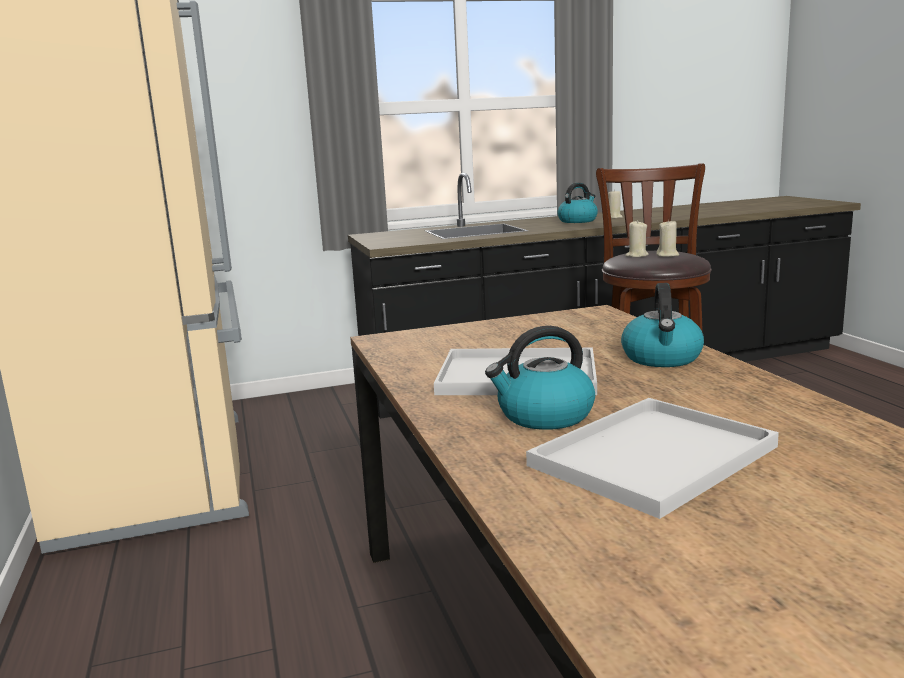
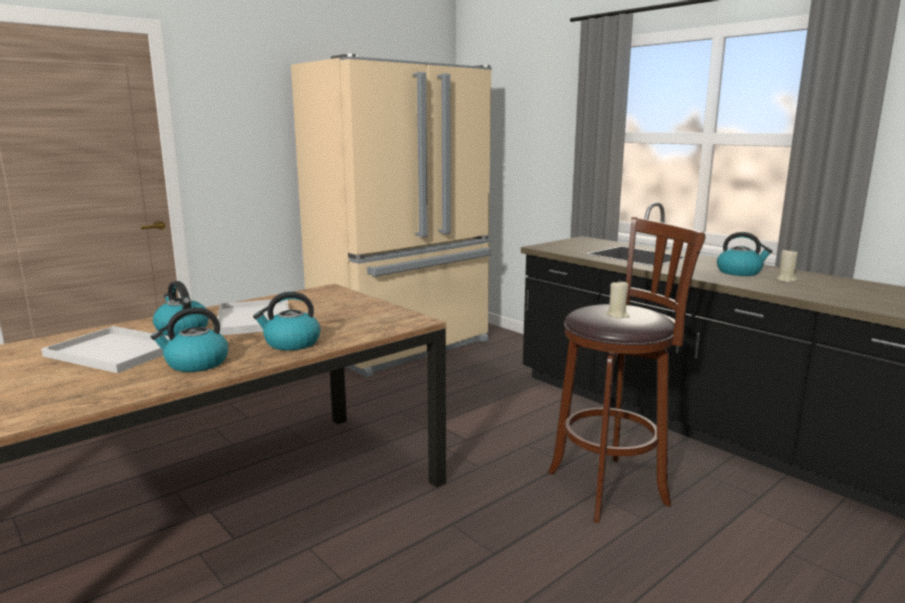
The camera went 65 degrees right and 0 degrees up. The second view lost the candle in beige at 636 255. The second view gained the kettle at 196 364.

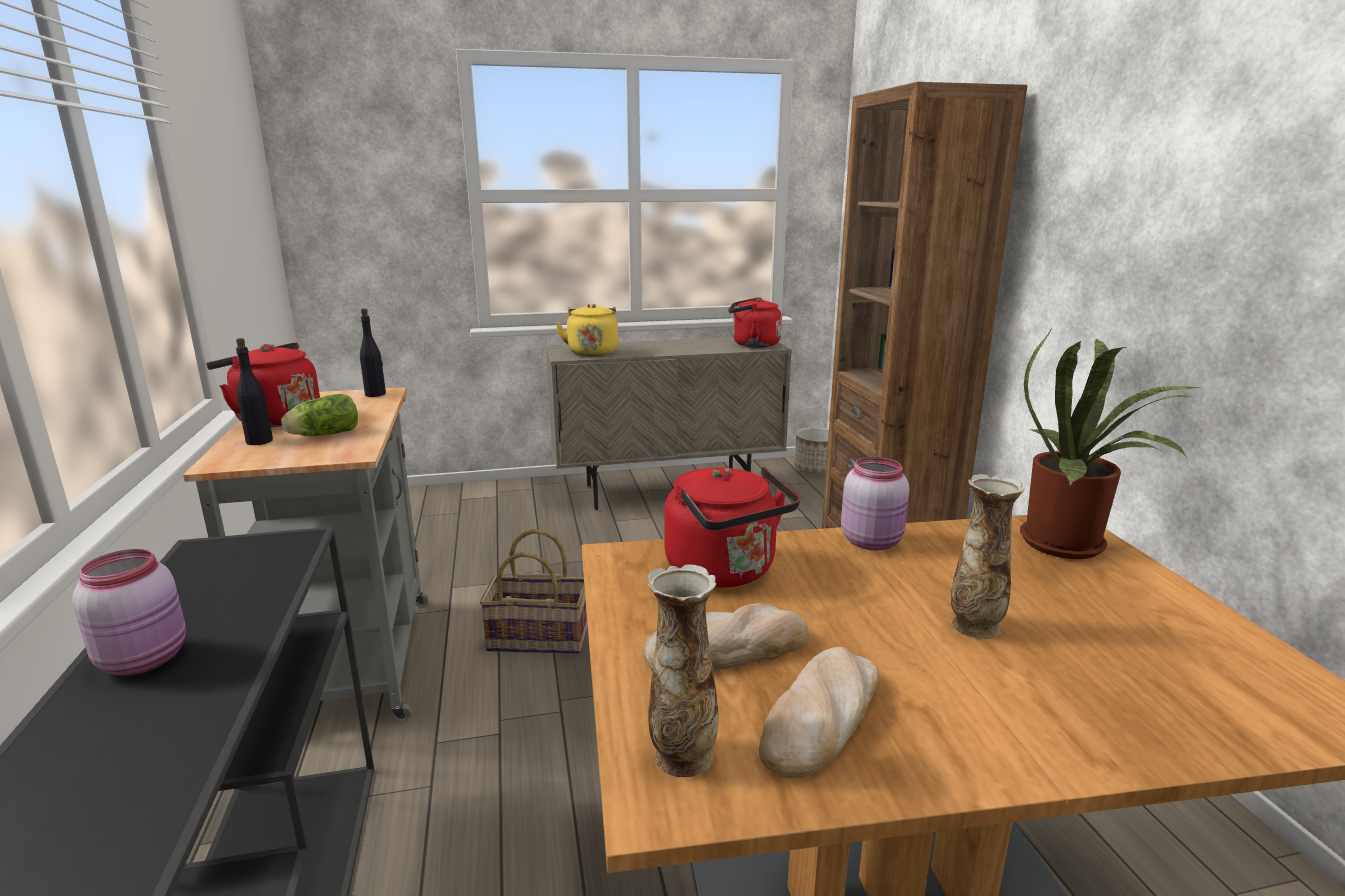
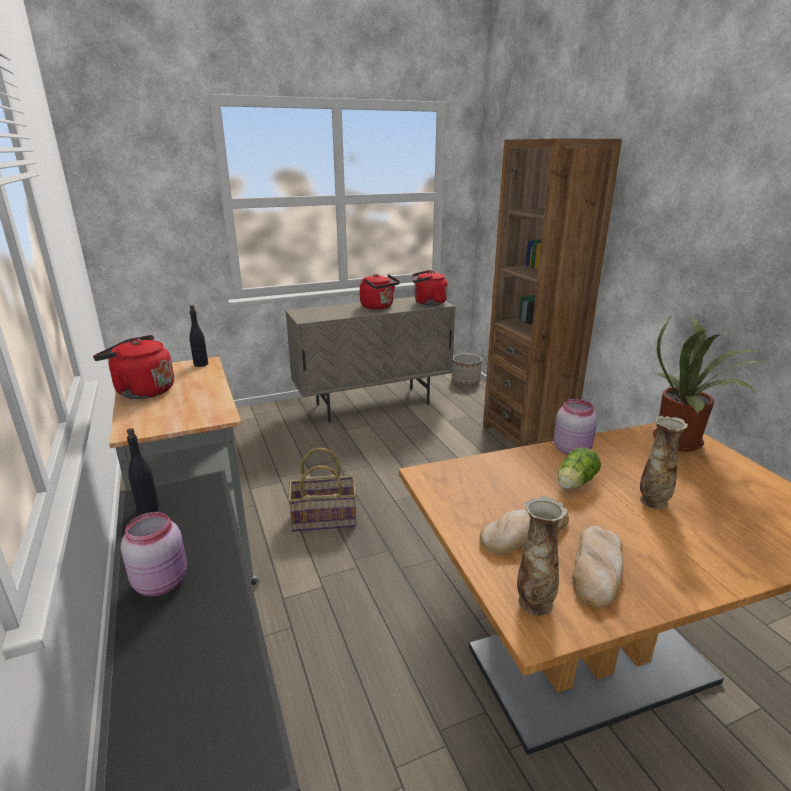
The camera went 10 degrees left and 5 degrees up. The second view lost the kettle in yellow at 592 352. The bottle in black ended up elsewhere, having gone from 259 441 to 148 508. The lettuce ended up elsewhere, having gone from 322 435 to 574 483. The kettle in red ended up elsewhere, having gone from 725 572 to 378 307.

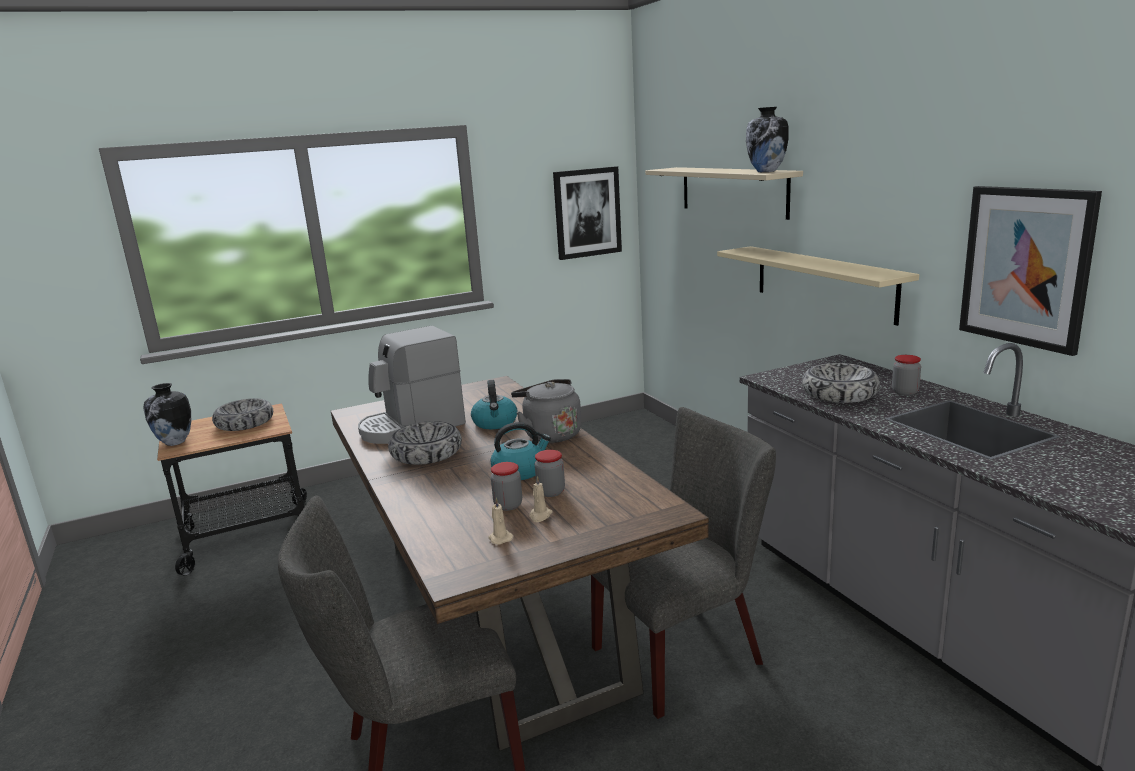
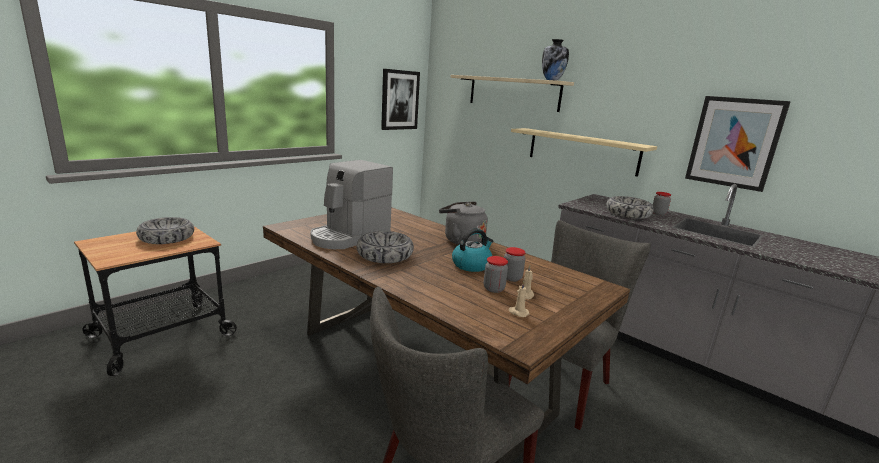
The camera went 25 degrees left and 0 degrees up. The second view lost the kettle at 495 423. The second view lost the vase at 175 442.

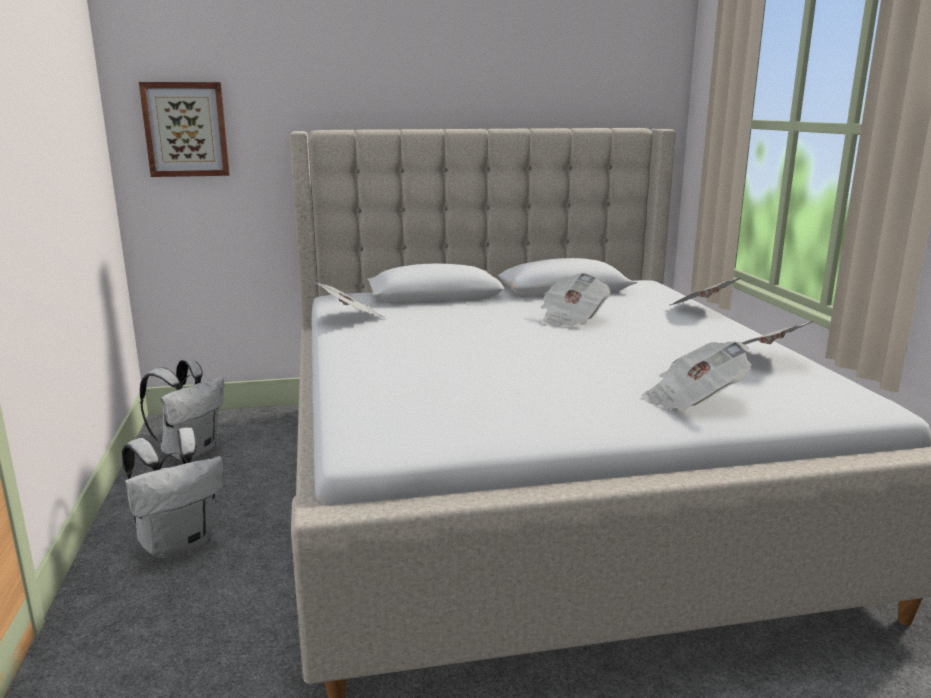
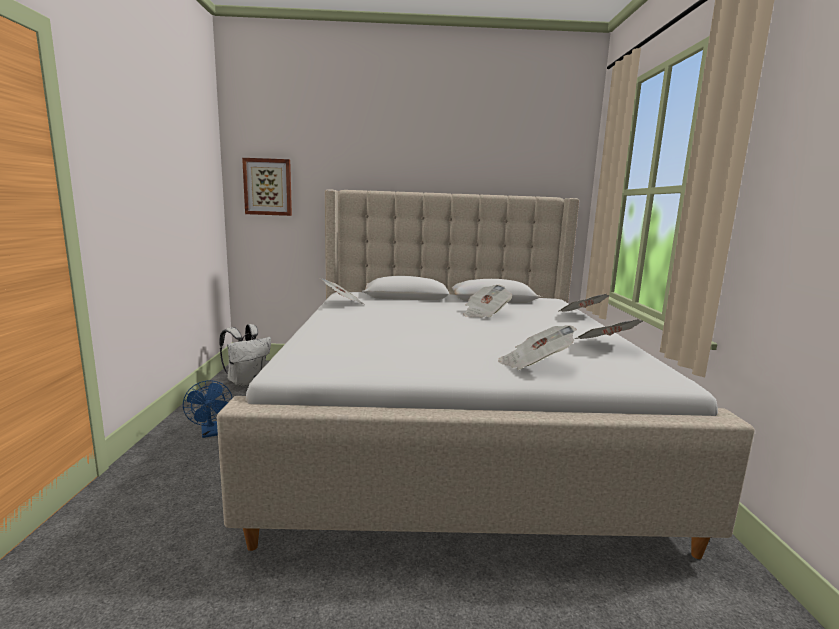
The camera went 10 degrees right and 5 degrees down. Where the backpack in white stood at 179 543, the fan in blue came to stand at 210 433.

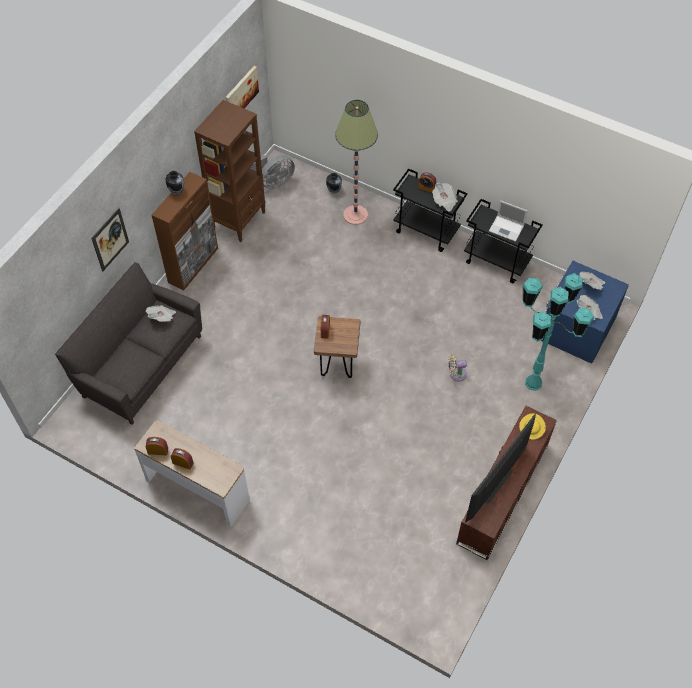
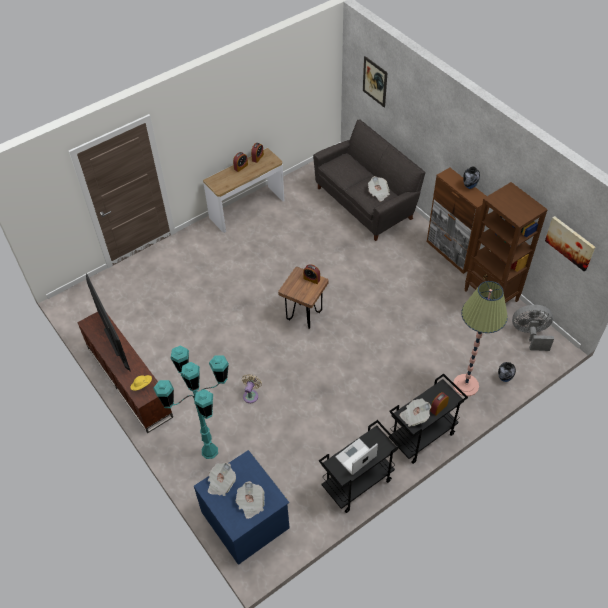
The camera went 115 degrees right and 5 degrees down. The fan in grey at 274 183 ended up facing another way, 105 degrees clockwise from before. The picture ended up elsewhere, having gone from 110 239 to 375 81.

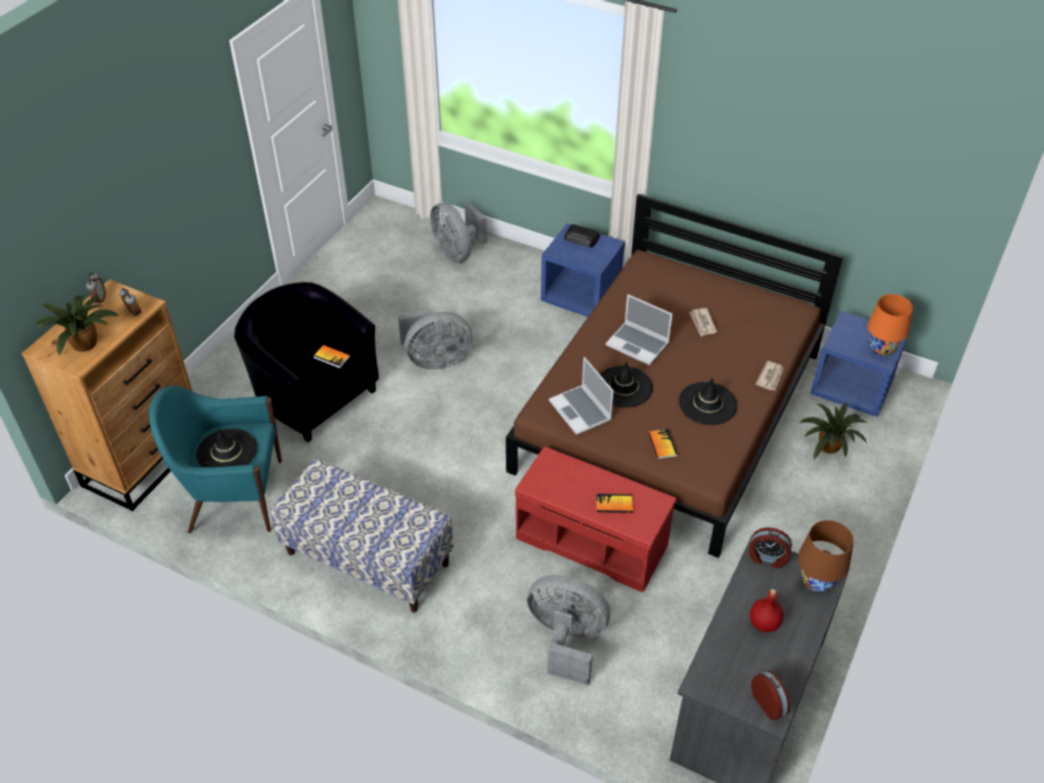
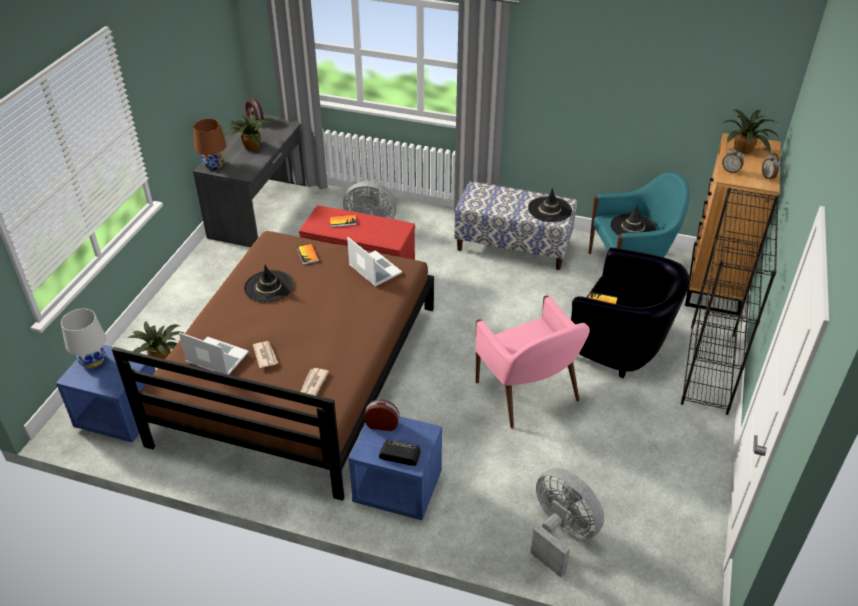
The camera went 170 degrees right and 5 degrees down. The laptop ended up elsewhere, having gone from 638 344 to 216 358. What was the table lamp in orange at 881 349 turned into the table lamp in white at 93 361. Where the fan in grey stood at 435 360, the armchair in pink came to stand at 528 393. The hat in black ended up elsewhere, having gone from 623 387 to 550 209. The newspaper ended up elsewhere, having gone from 770 377 to 313 384. The alarm clock ended up elsewhere, having gone from 767 558 to 382 424. Where the bottle in red stood at 764 623, the potted plant came to stand at 250 146. The second view gained the bookcase in black at 709 369.

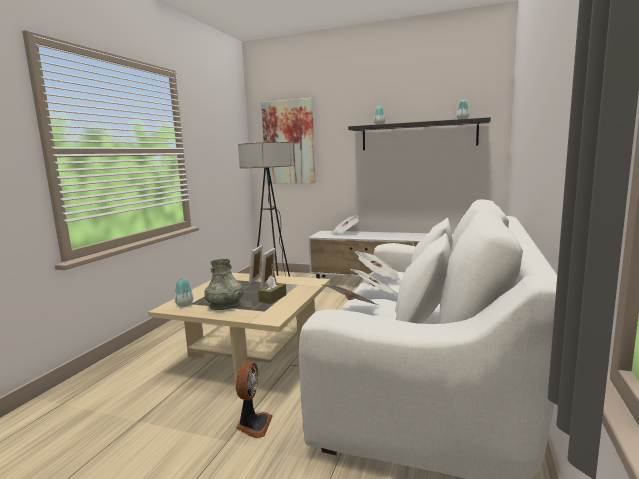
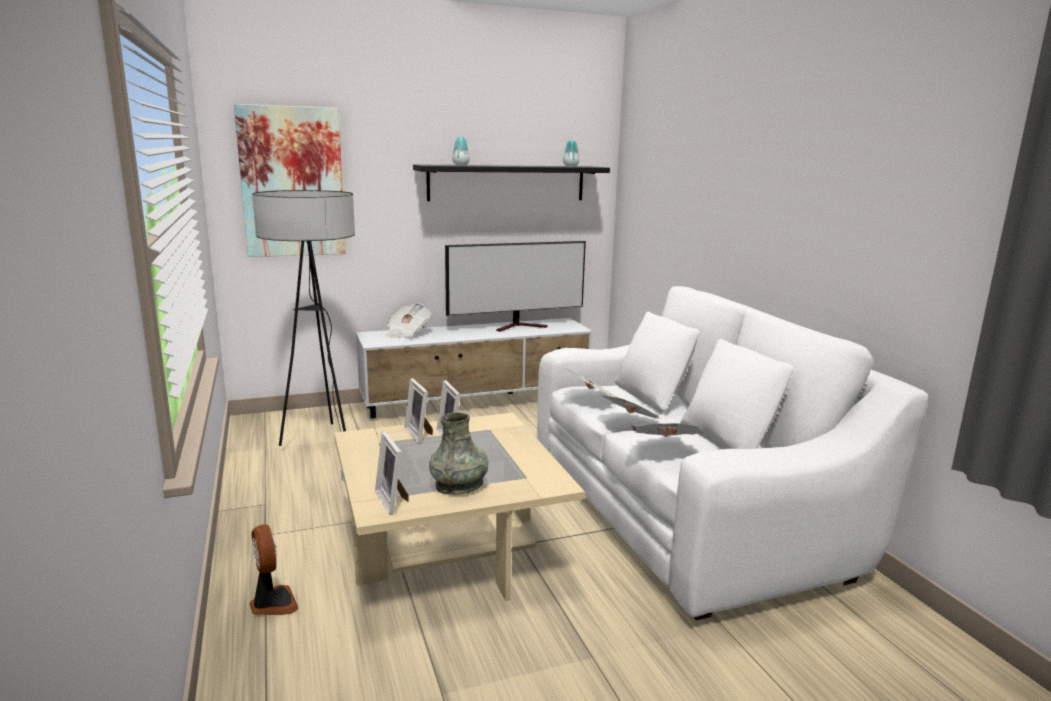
The camera went 40 degrees left and 5 degrees up. The second view lost the tissue box in brown at 273 298. Where the vase stood at 184 305, the picture frame came to stand at 393 500. The fan ended up elsewhere, having gone from 253 425 to 272 603. The second view gained the television at 520 326.

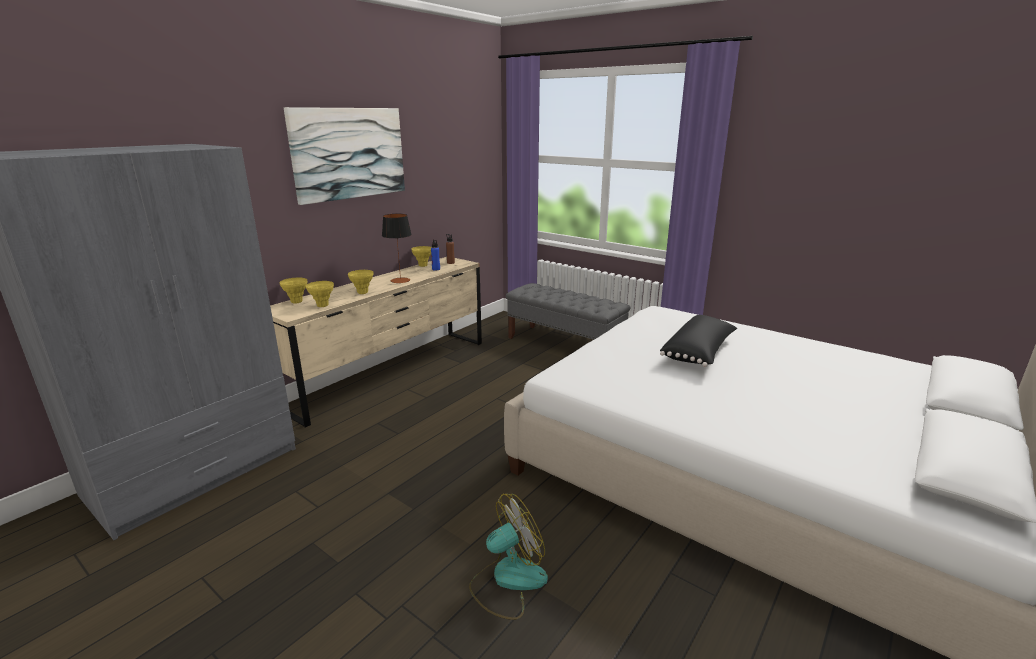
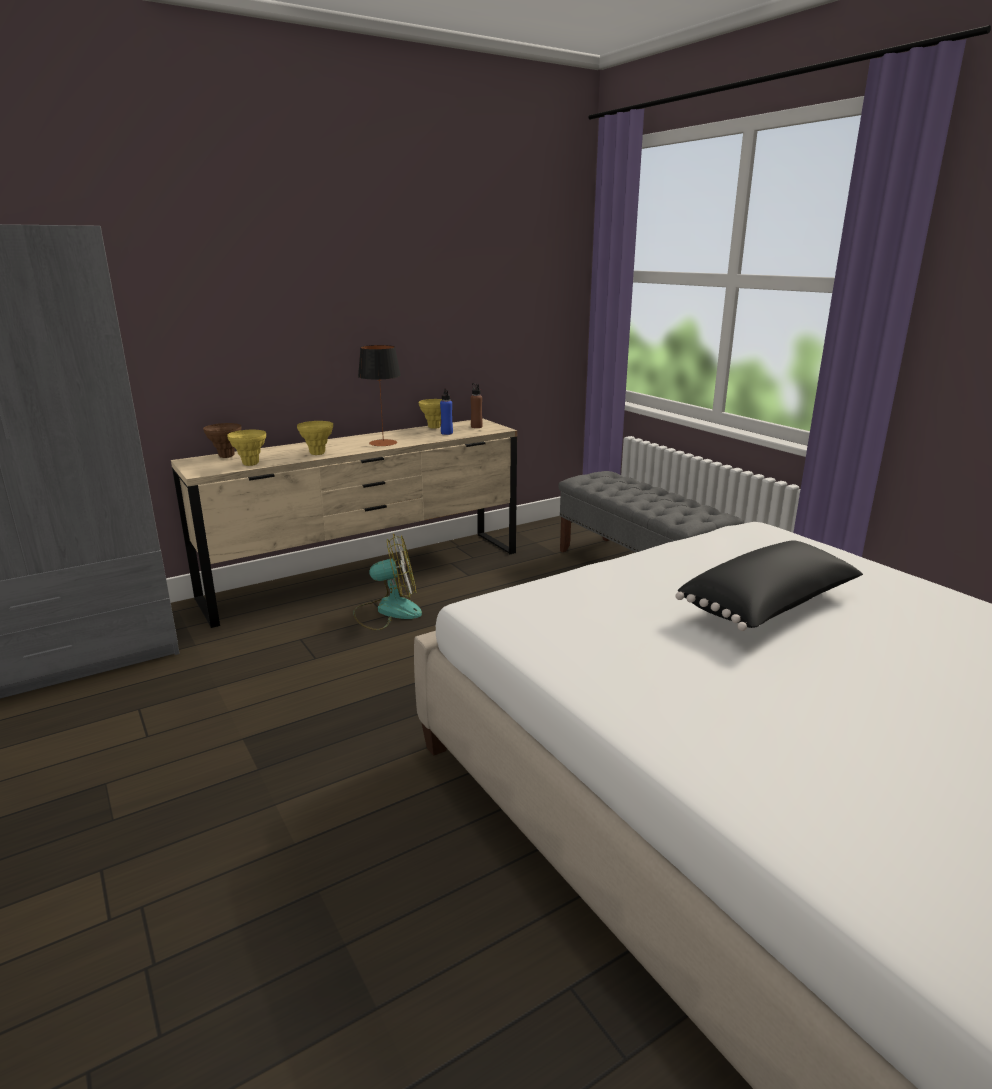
The camera went 20 degrees right and 0 degrees up. The second view lost the picture at 349 153. What was the vase in yellow at 296 302 turned into the vase in brown at 226 456. The fan ended up elsewhere, having gone from 508 580 to 388 611.

